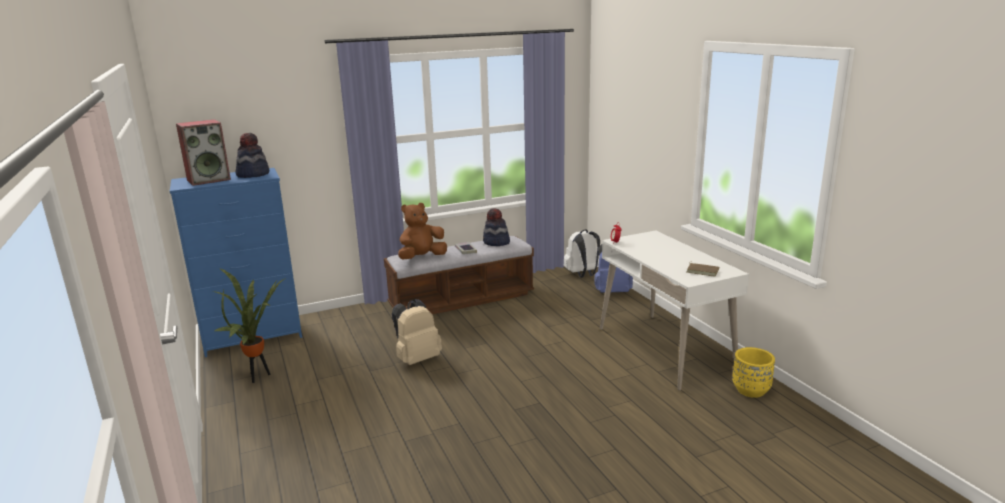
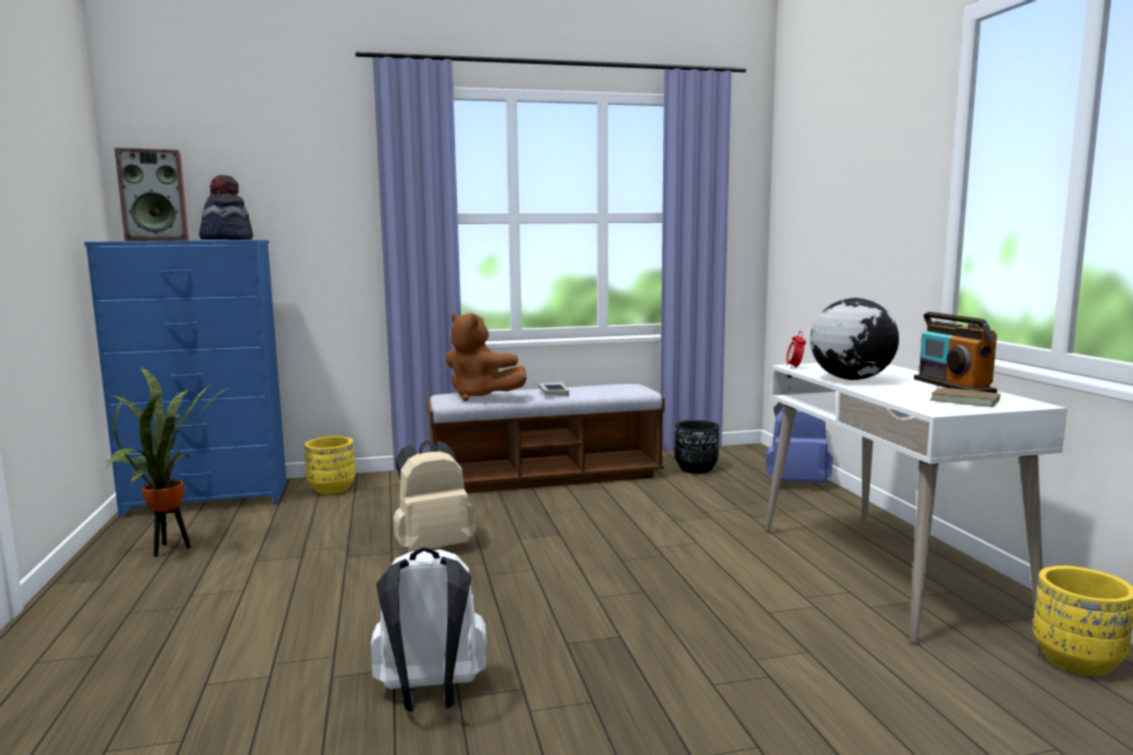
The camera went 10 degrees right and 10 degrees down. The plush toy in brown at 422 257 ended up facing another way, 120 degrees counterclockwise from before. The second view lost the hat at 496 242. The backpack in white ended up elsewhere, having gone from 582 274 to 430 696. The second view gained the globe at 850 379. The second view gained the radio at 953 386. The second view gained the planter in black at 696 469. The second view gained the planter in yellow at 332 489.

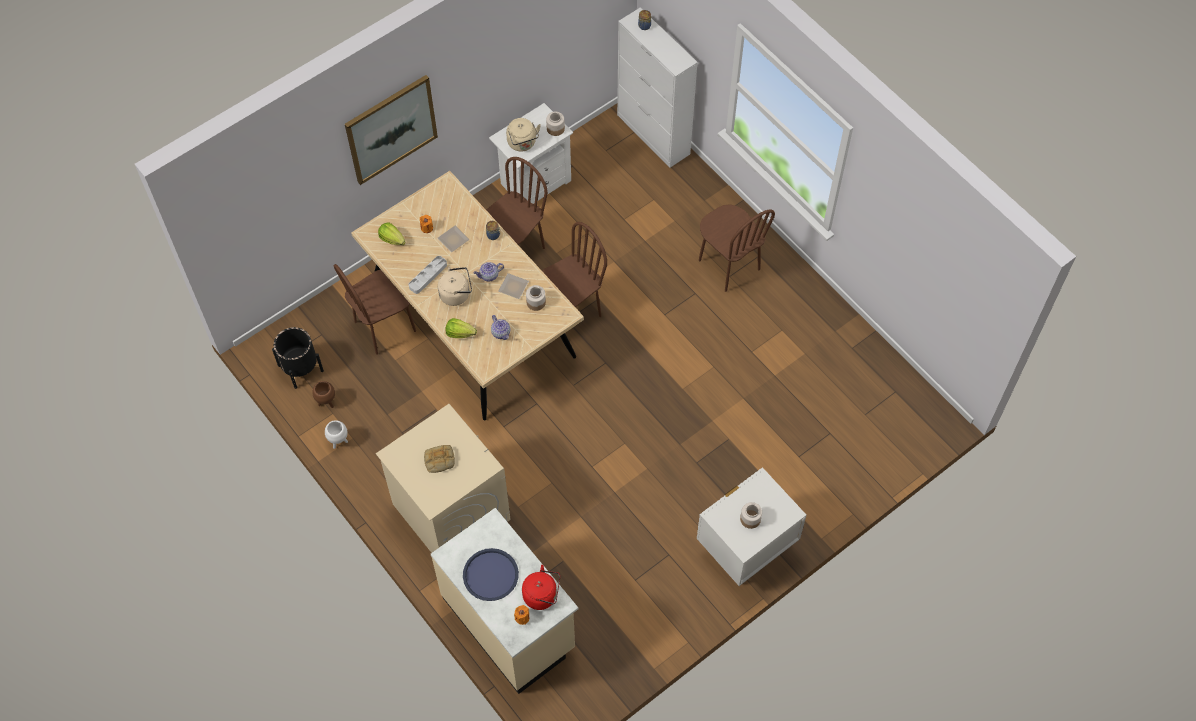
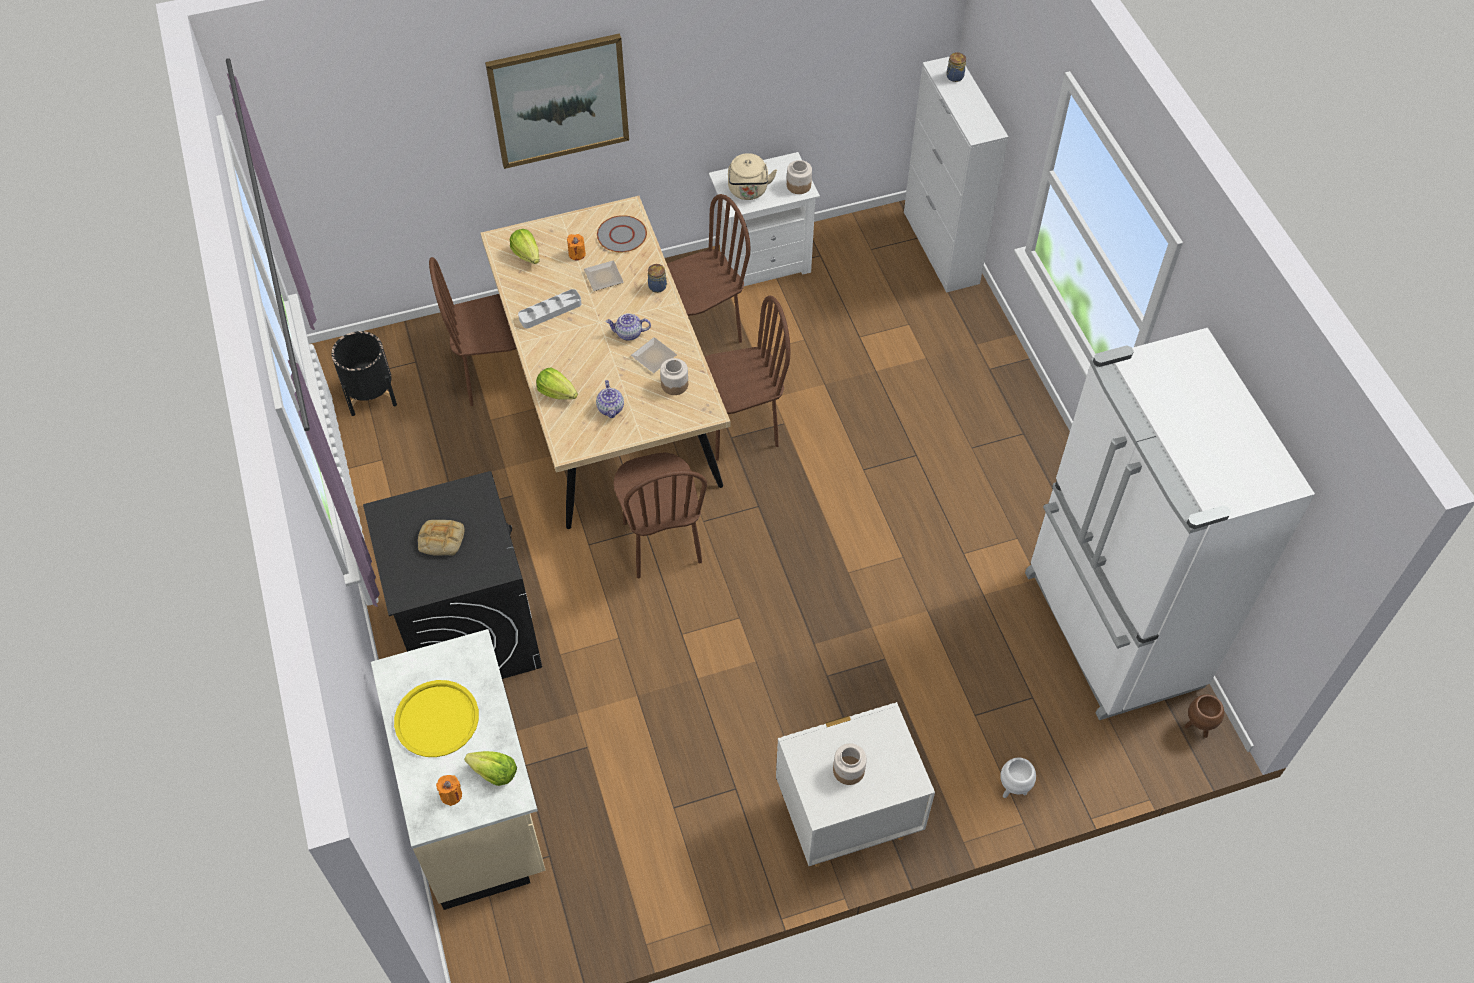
The camera went 20 degrees right and 5 degrees down. The chair in brown ended up elsewhere, having gone from 728 265 to 661 543. The second view lost the kettle in beige at 456 294. The planter in brown ended up elsewhere, having gone from 326 402 to 1197 726. What was the washing machine in beige at 450 511 turned into the washing machine in black at 469 630. The planter in white ended up elsewhere, having gone from 339 442 to 1013 790. What was the tray in blue at 490 575 turned into the tray in yellow at 437 719. Where the kettle in red stood at 542 595, the lettuce came to stand at 494 773. The second view gained the plate in grey at 622 235. The second view gained the fridge in white at 1110 631.

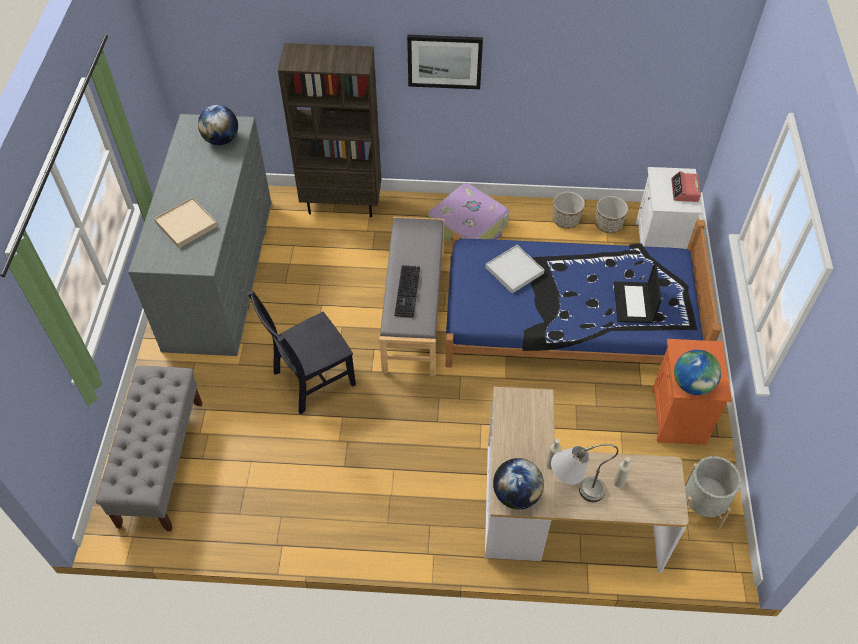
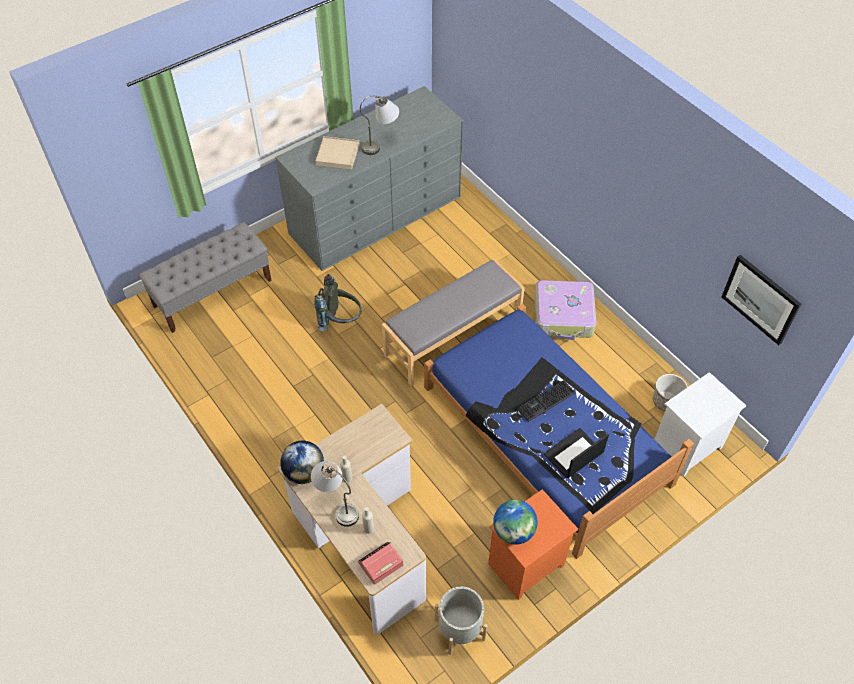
The camera went 50 degrees right and 0 degrees up. The picture ended up elsewhere, having gone from 444 61 to 761 299. The second view lost the bookcase in brown at 342 204. The second view lost the globe at 221 140. The alarm clock ended up elsewhere, having gone from 684 191 to 380 564. The second view lost the planter at 566 220. The second view lost the tray in white at 514 270. The keyboard ended up elsewhere, having gone from 408 293 to 546 402. Where the chair in black stood at 311 380, the backpack in grey came to stand at 340 321. The second view gained the table lamp in grey at 381 144.

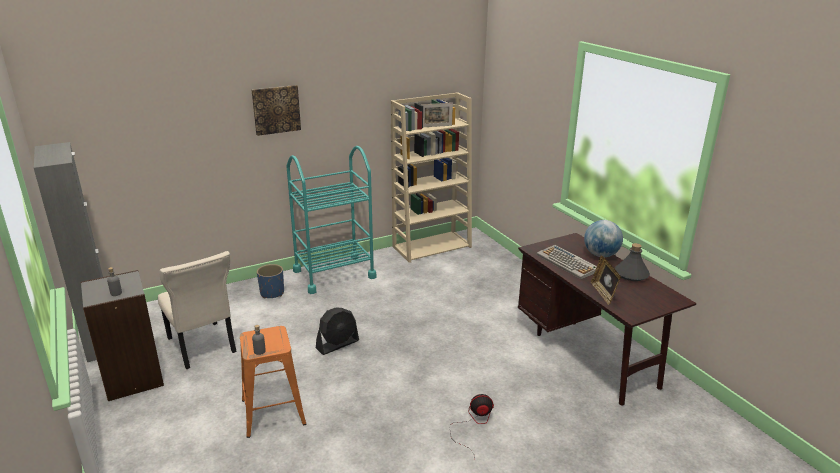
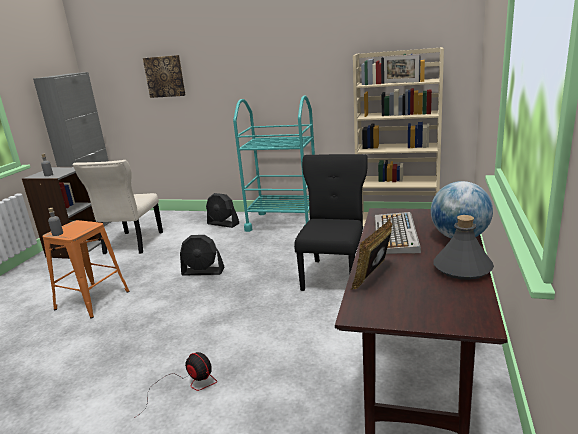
The camera went 45 degrees right and 5 degrees down. The picture ended up elsewhere, having gone from 276 109 to 165 76. Where the planter in blue stood at 272 293, the fan in black came to stand at 223 224. The second view gained the chair in black at 334 275.

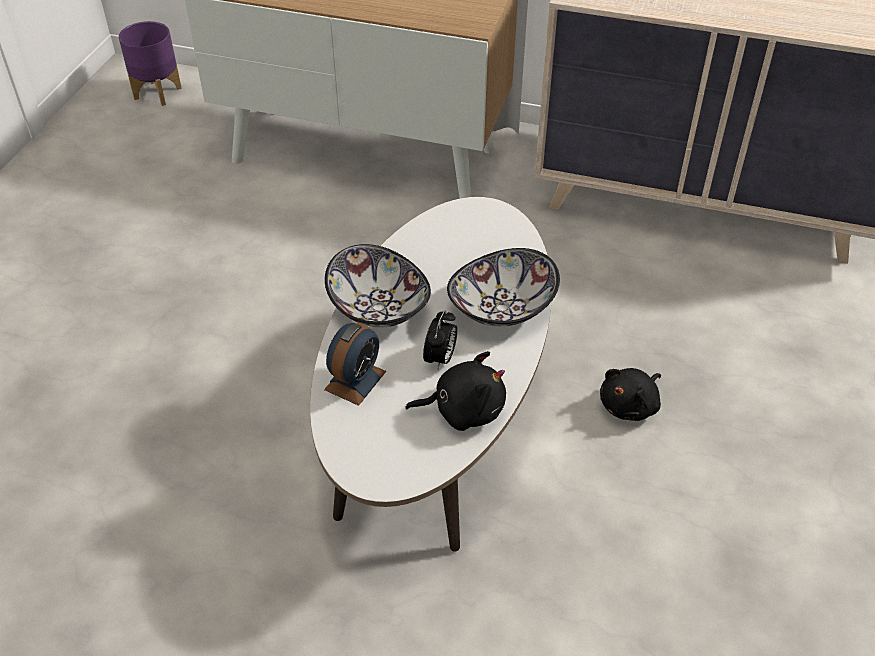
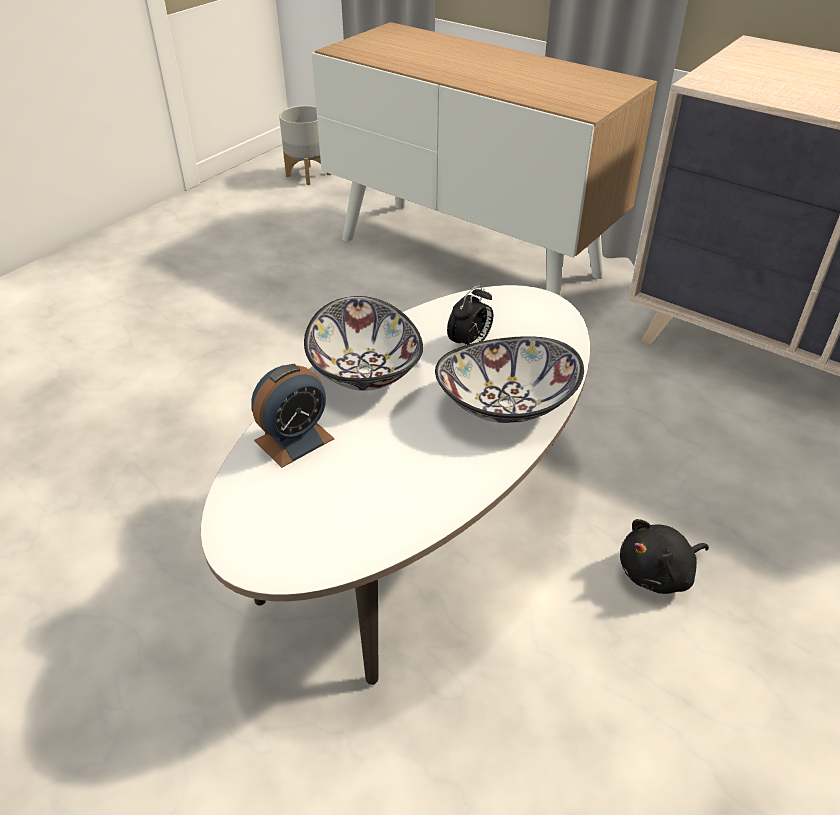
The camera went 20 degrees right and 5 degrees down. What was the planter in purple at 158 93 turned into the planter in grey at 309 175. The alarm clock ended up elsewhere, having gone from 440 359 to 469 344. The second view lost the plush toy in black at 463 409.

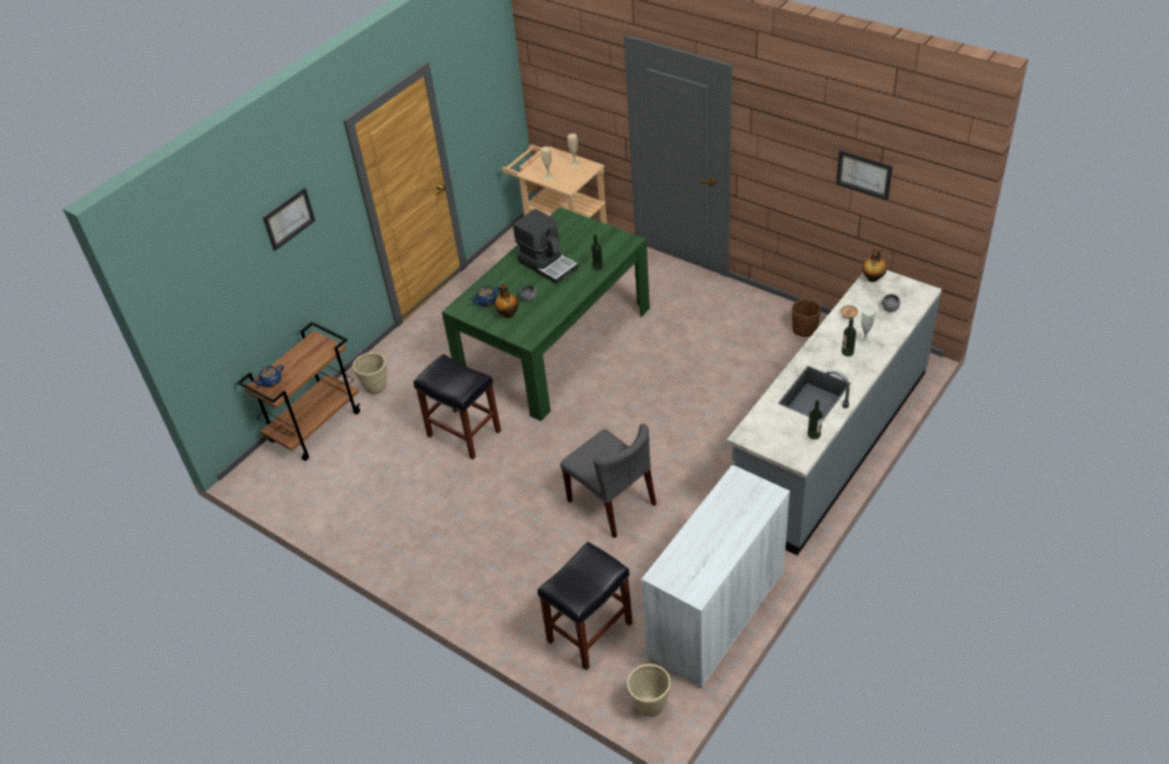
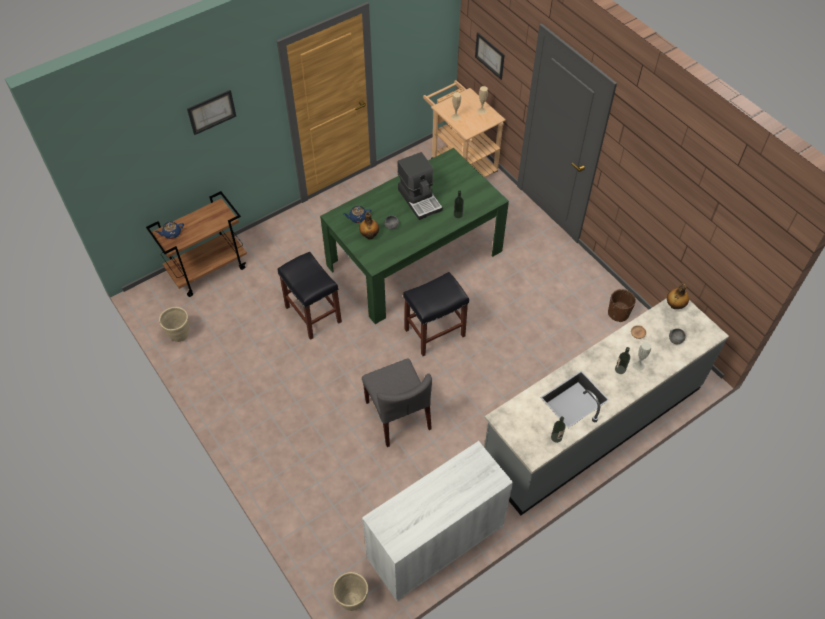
The camera went 15 degrees right and 10 degrees up. The picture ended up elsewhere, having gone from 864 174 to 490 55. The planter in beige ended up elsewhere, having gone from 375 388 to 180 335. The stool in black ended up elsewhere, having gone from 589 633 to 434 333.

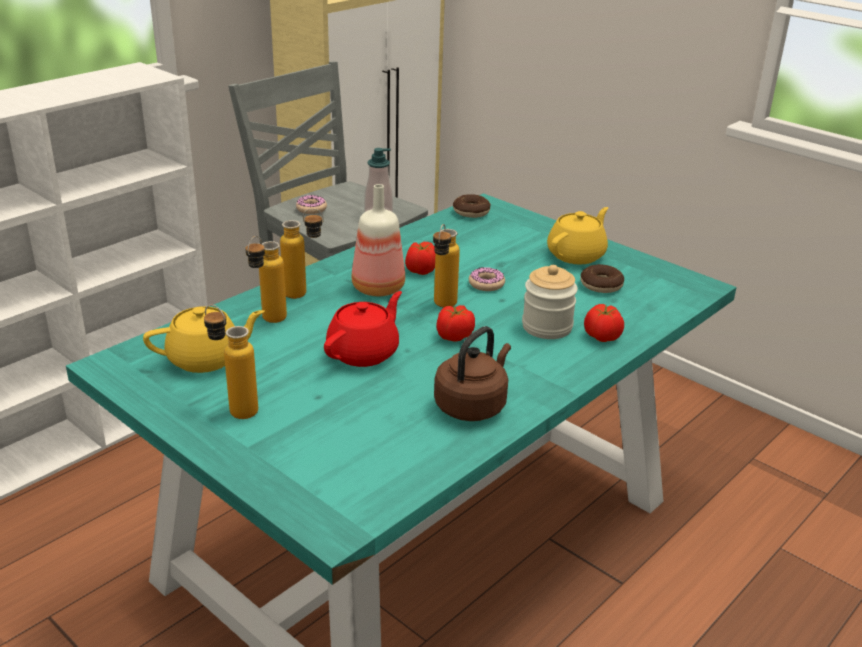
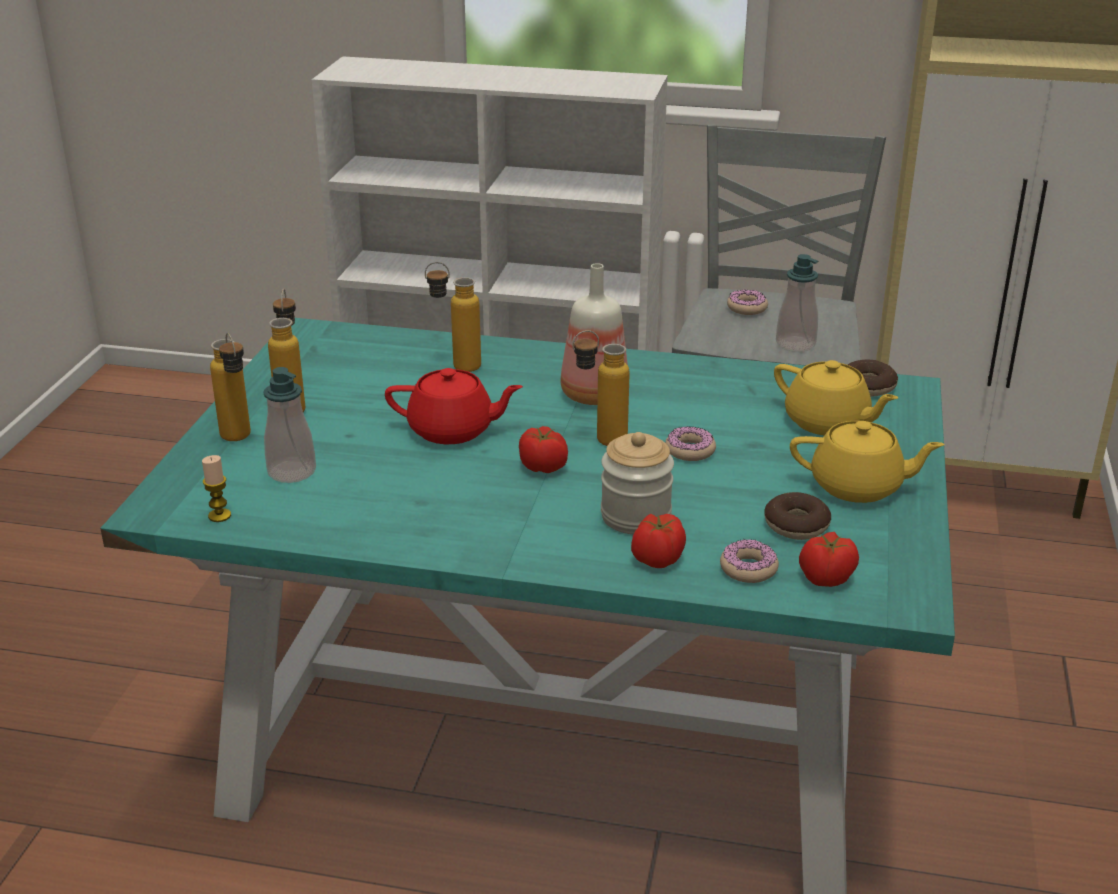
The camera went 60 degrees right and 0 degrees up. The bottle ended up elsewhere, having gone from 304 294 to 239 440. The tomato ended up elsewhere, having gone from 420 271 to 825 578. The teapot in yellow ended up elsewhere, having gone from 206 359 to 828 423. The second view lost the kettle in brown at 472 405. The second view gained the soap dispenser at 292 472. The second view gained the candle at 219 516. The second view gained the donut at 748 569.

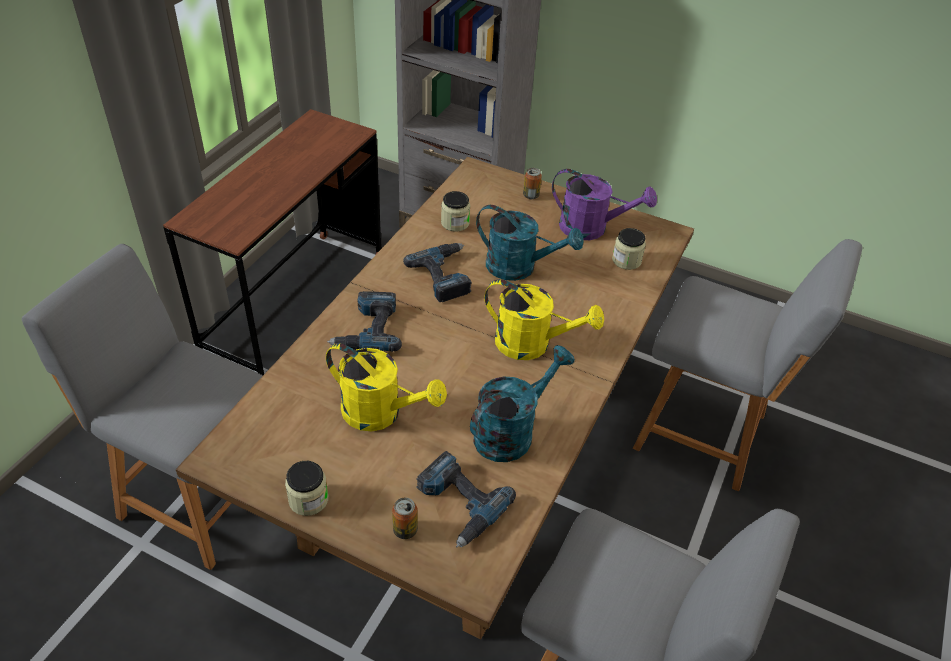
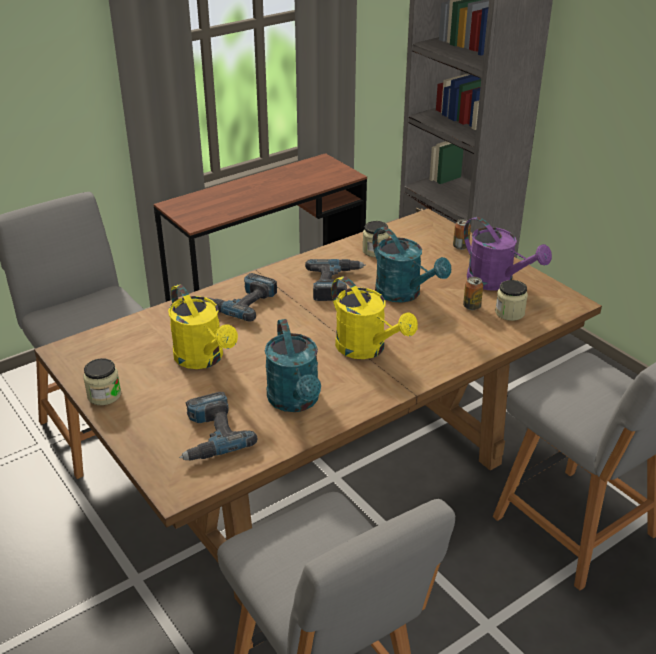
The camera went 30 degrees right and 10 degrees down. The watering can in turquoise at 511 431 ended up facing another way, 90 degrees clockwise from before. The can ended up elsewhere, having gone from 405 530 to 471 306.

